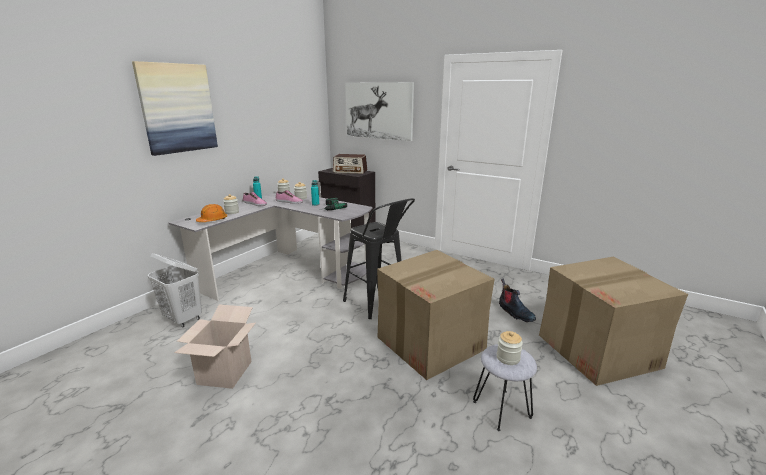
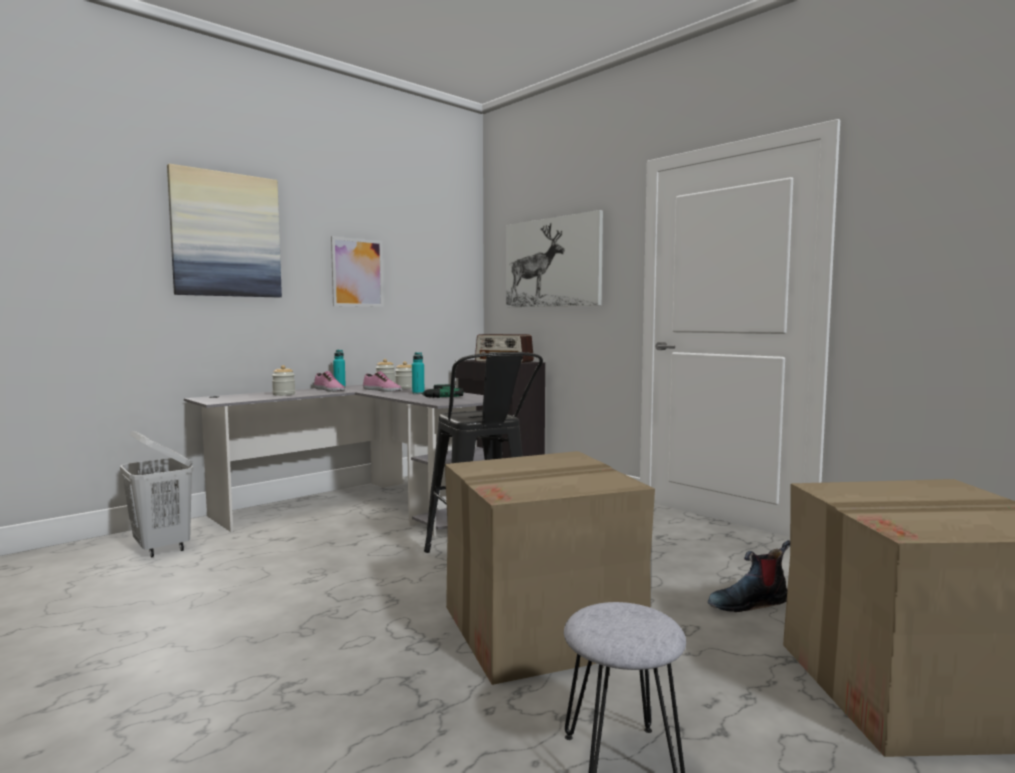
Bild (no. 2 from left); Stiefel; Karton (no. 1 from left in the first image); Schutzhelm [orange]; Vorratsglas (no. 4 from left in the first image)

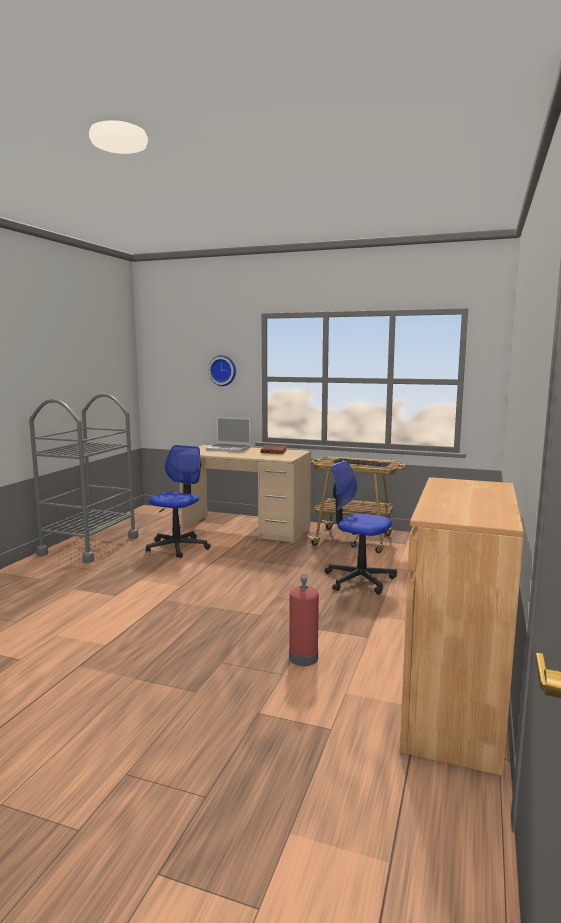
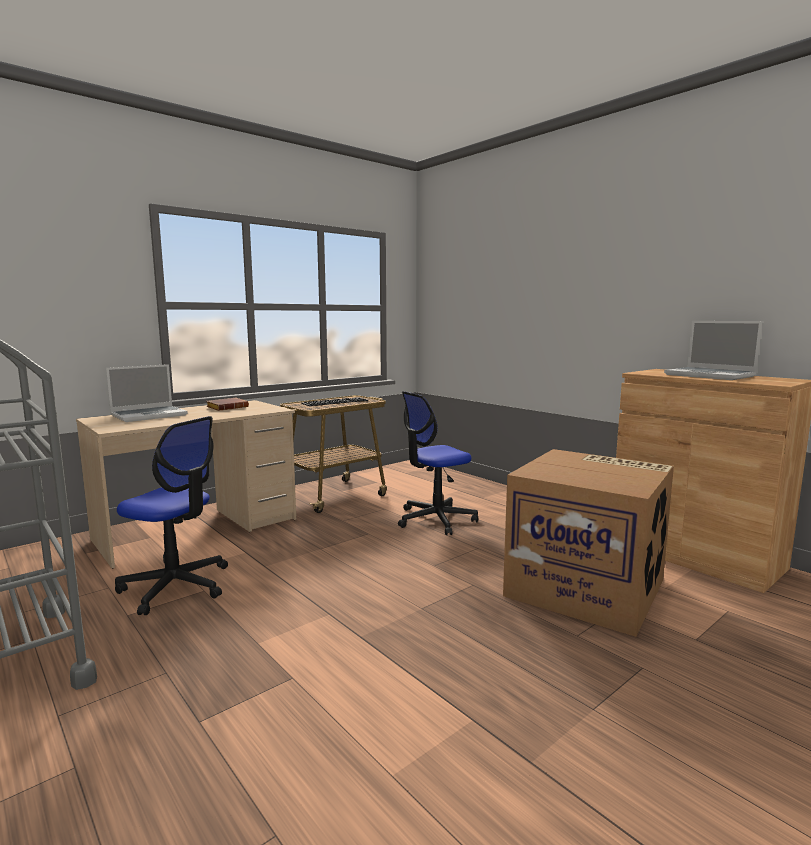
Bürostuhl (no. 1 from left); Karton; Laptop (no. 2 from left); Wanduhr

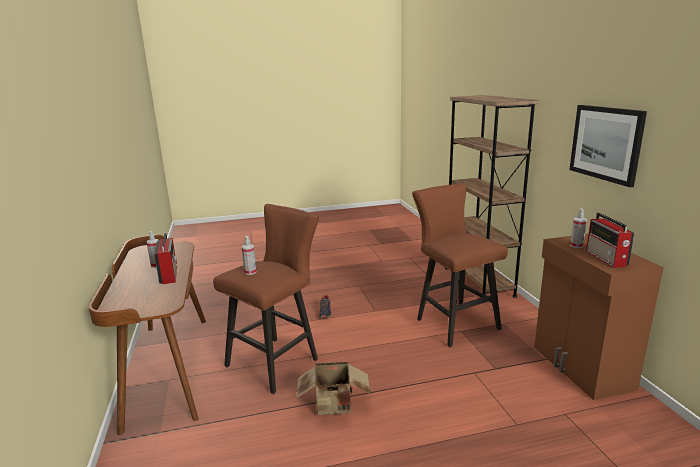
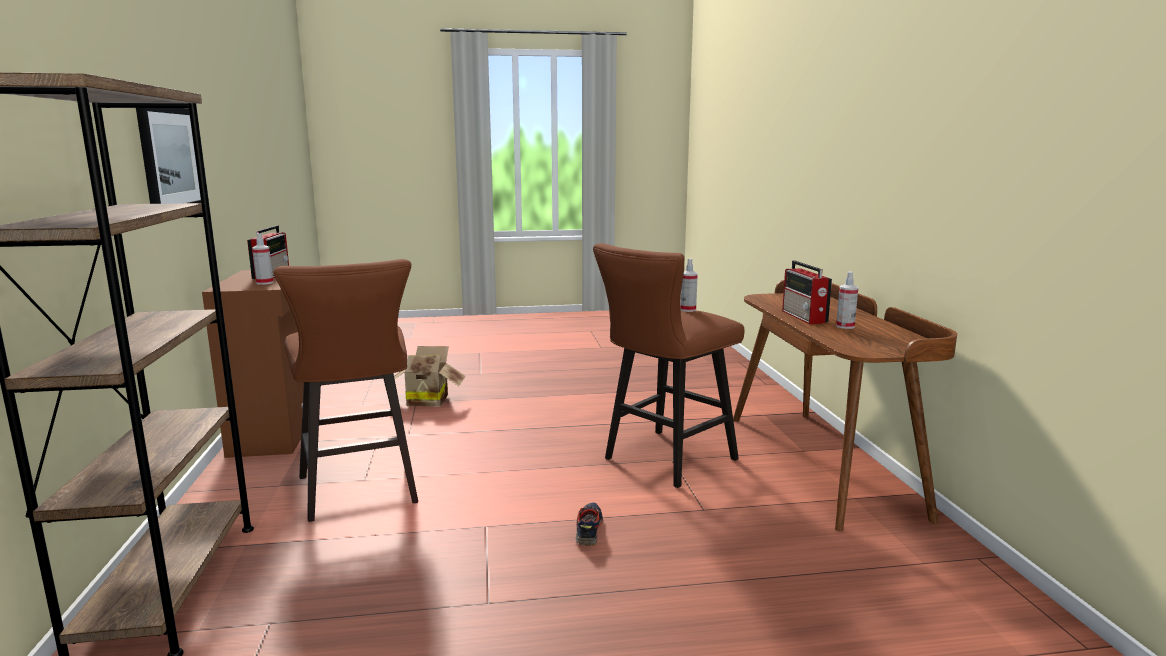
Karton

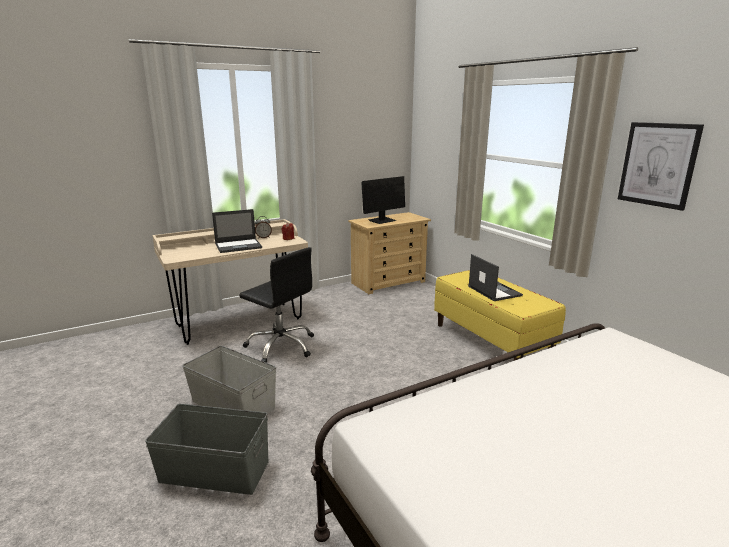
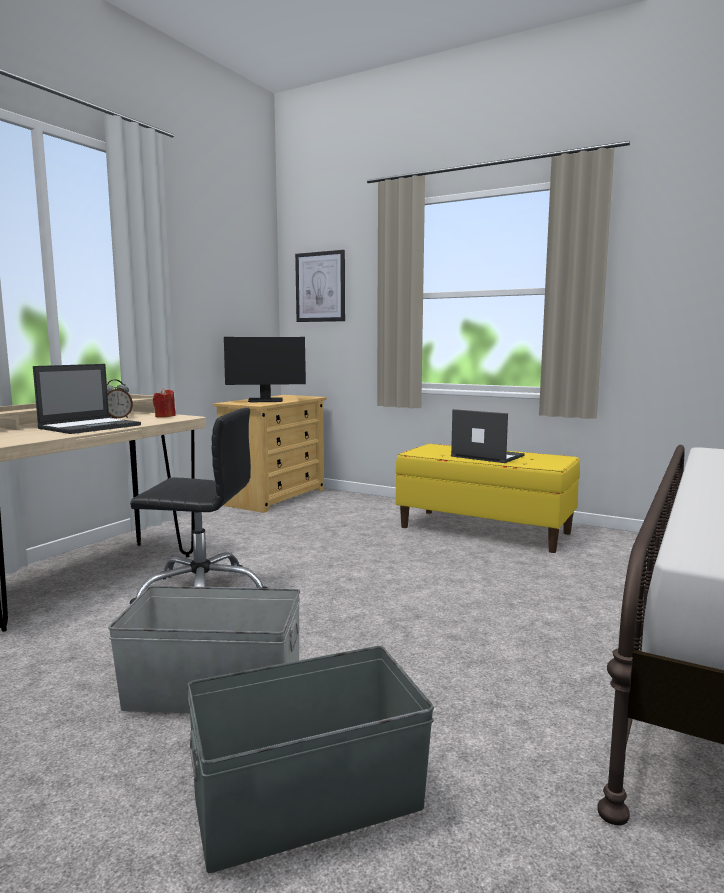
Monitor; Bild

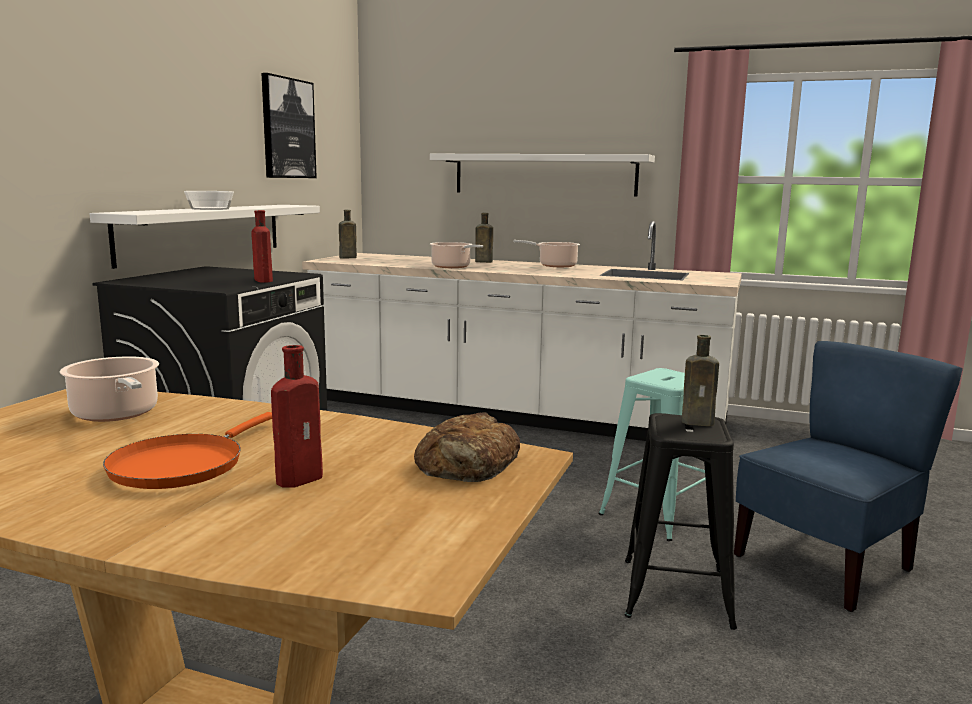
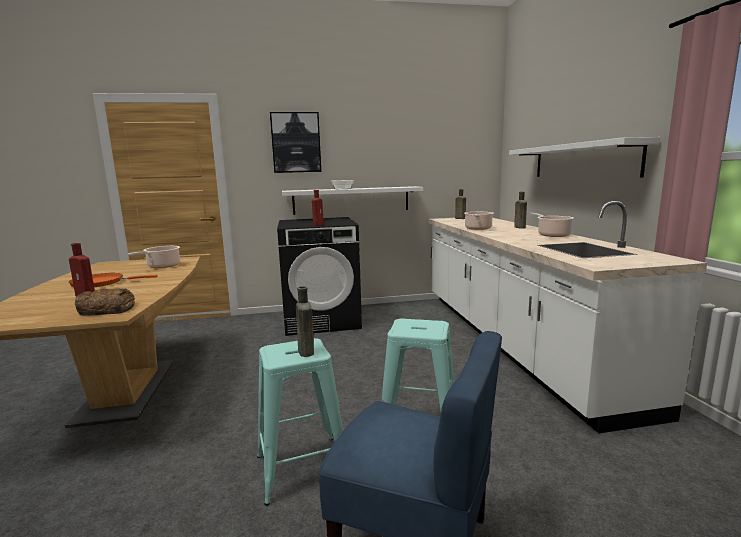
Hocker [türkis] (no. 1 from left); Bild

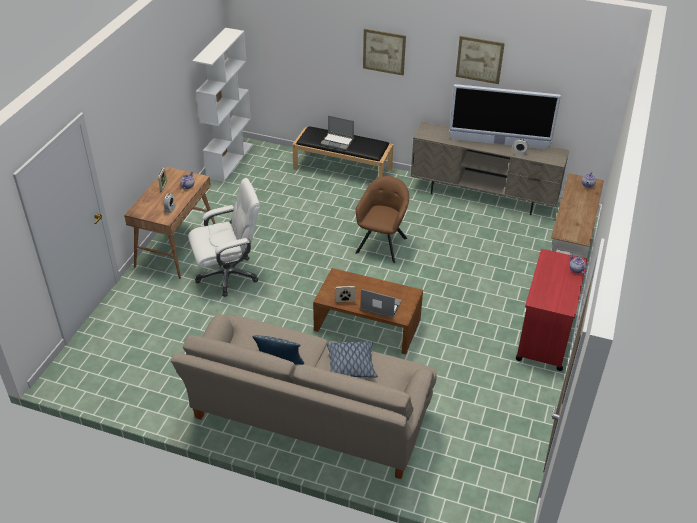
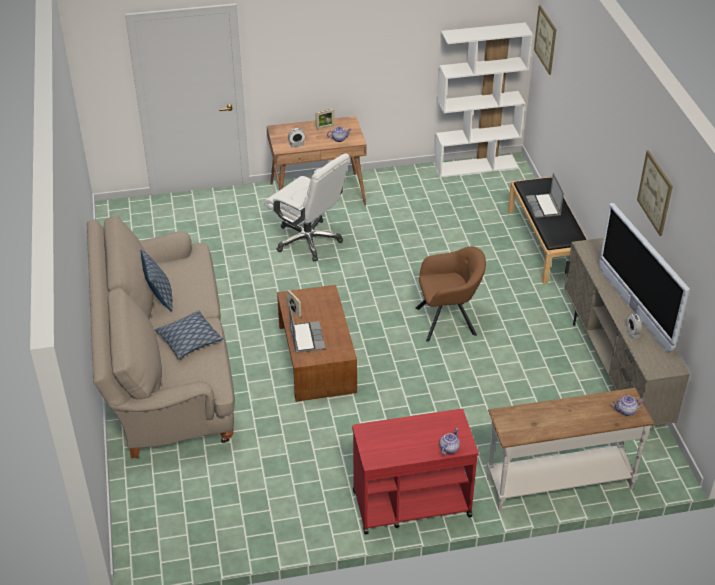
Bild (no. 1 from left)

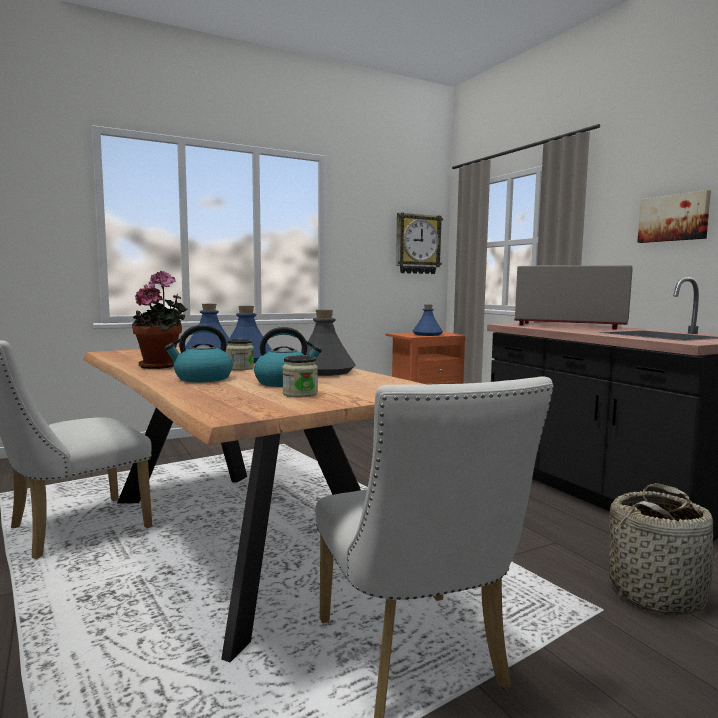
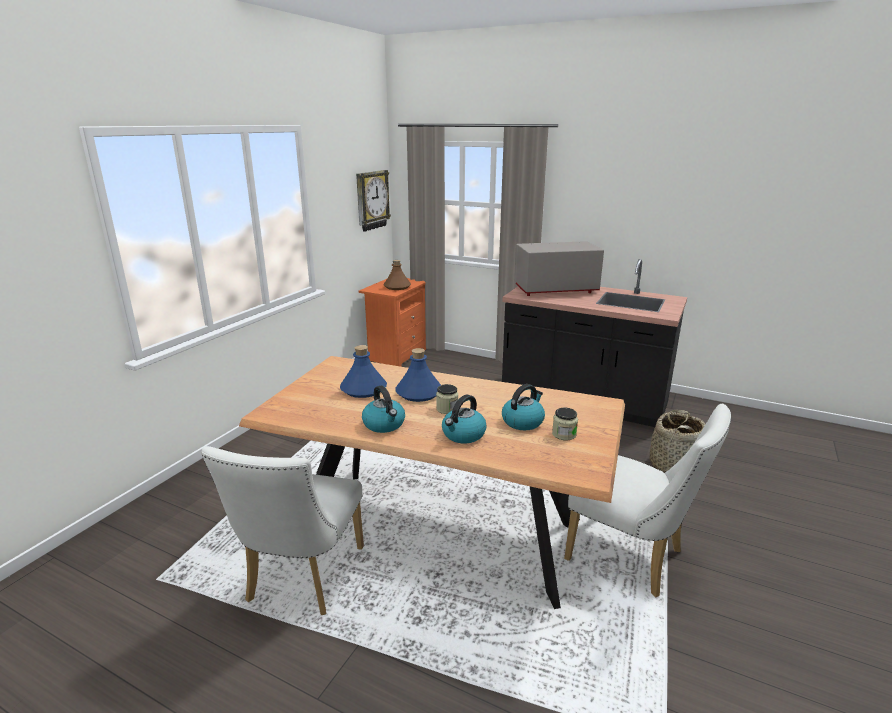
Wasserkessel (no. 1 from left); Flasche [braun]; Flasche [grau]; Bild

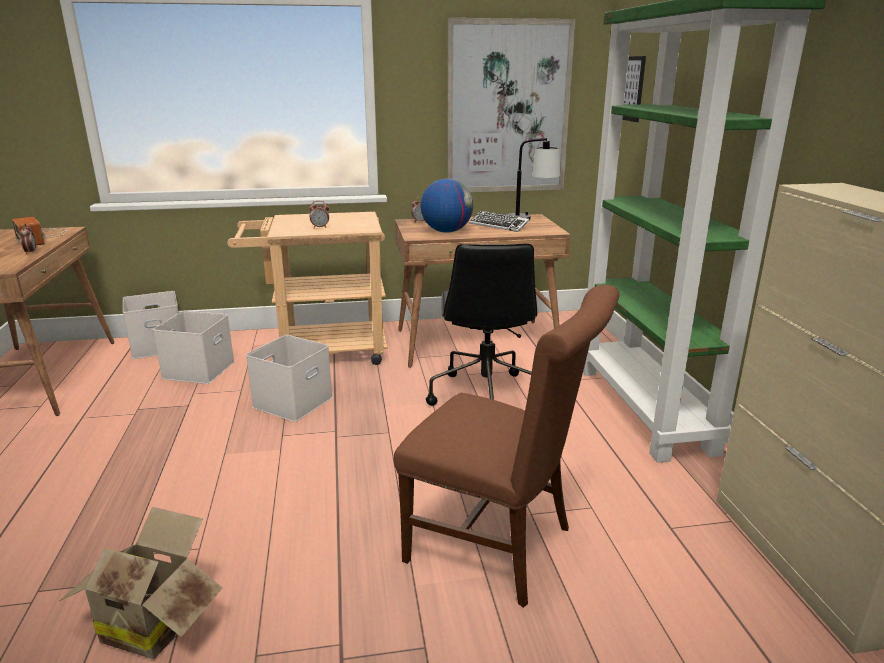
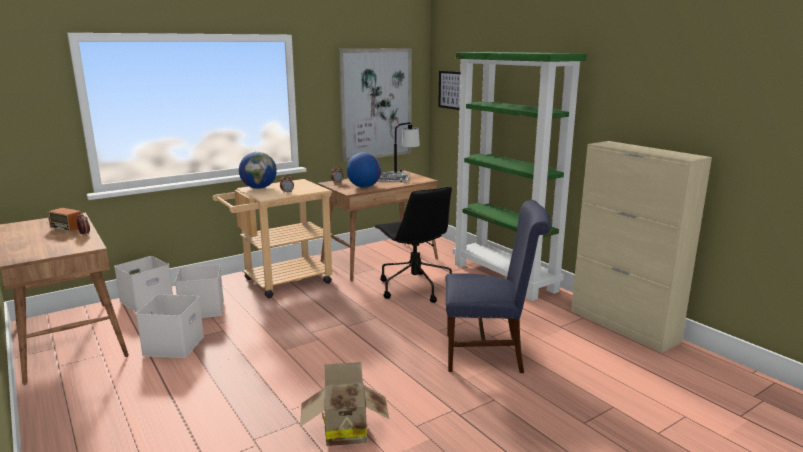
Aufbewahrungsbox [weiß] (no. 2 from left); Globus (no. 1 from left); Stuhl [blau]

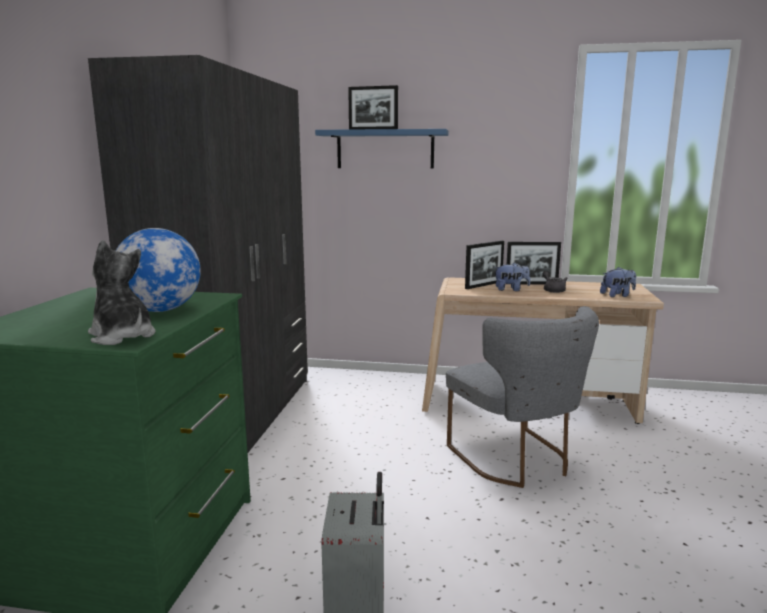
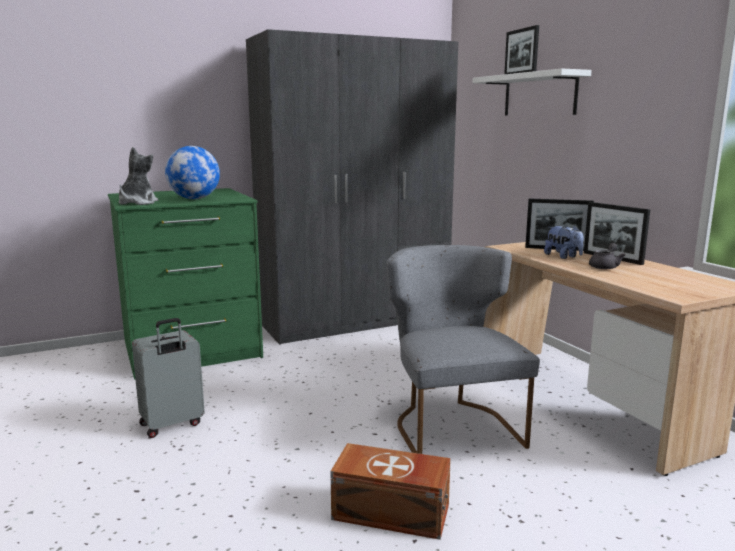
Aufbewahrungsbox [braun]; Stuhl [grau]; Wandregal [weiß]; Plüschtier (no. 3 from left in the first image)

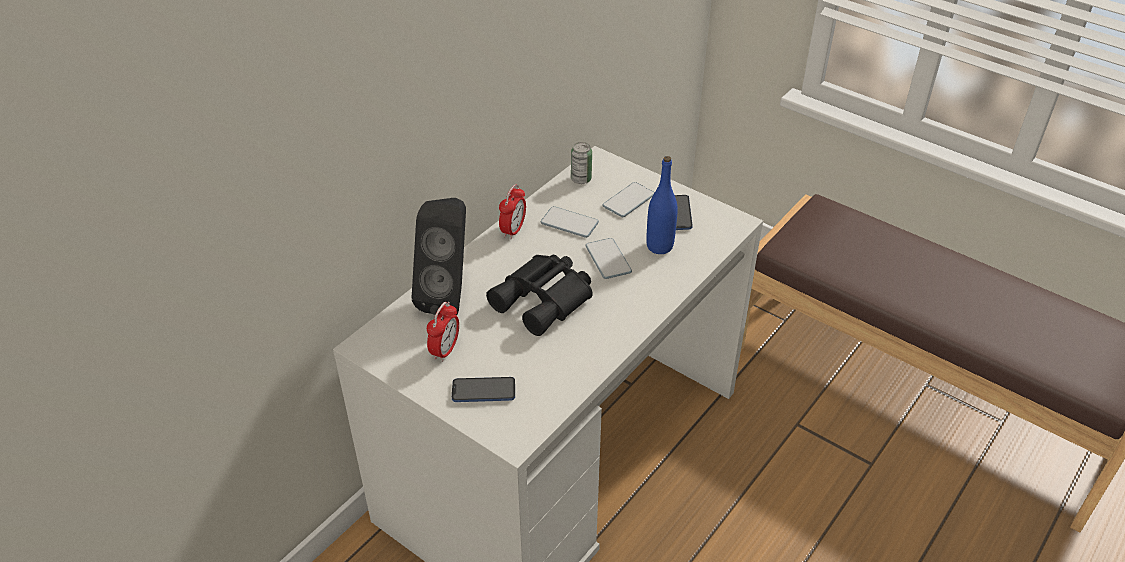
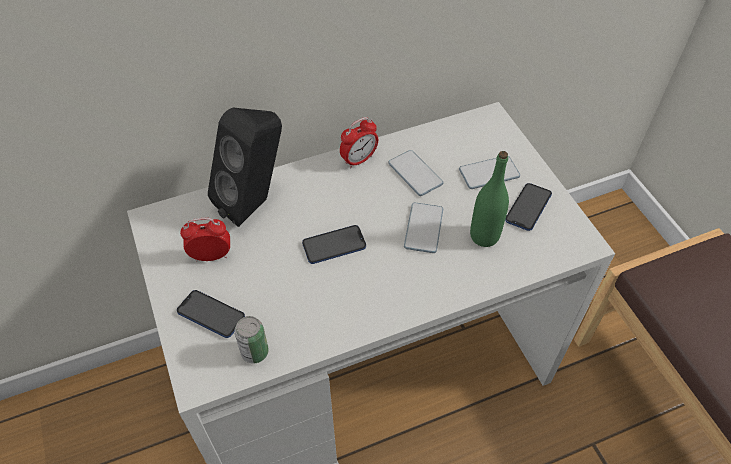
Wecker (no. 1 from left); Dose; Handy (no. 2 from left); Flasche [grün]

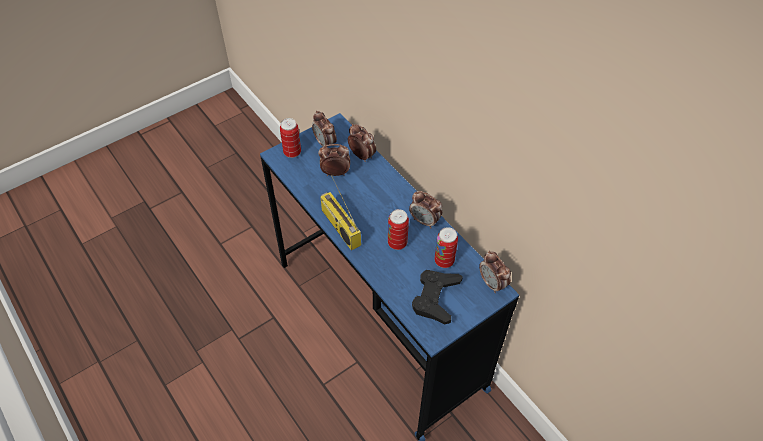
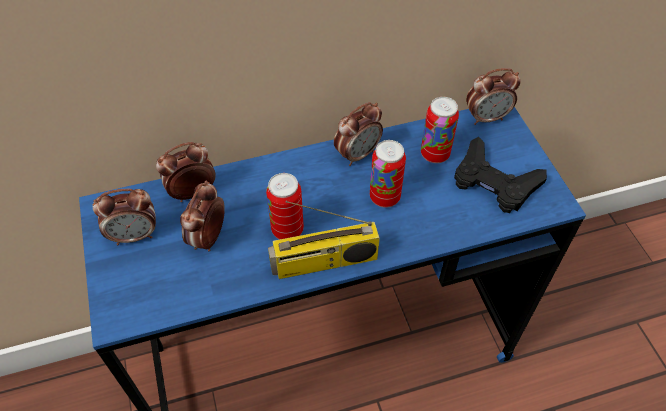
Dose (no. 1 from left)

